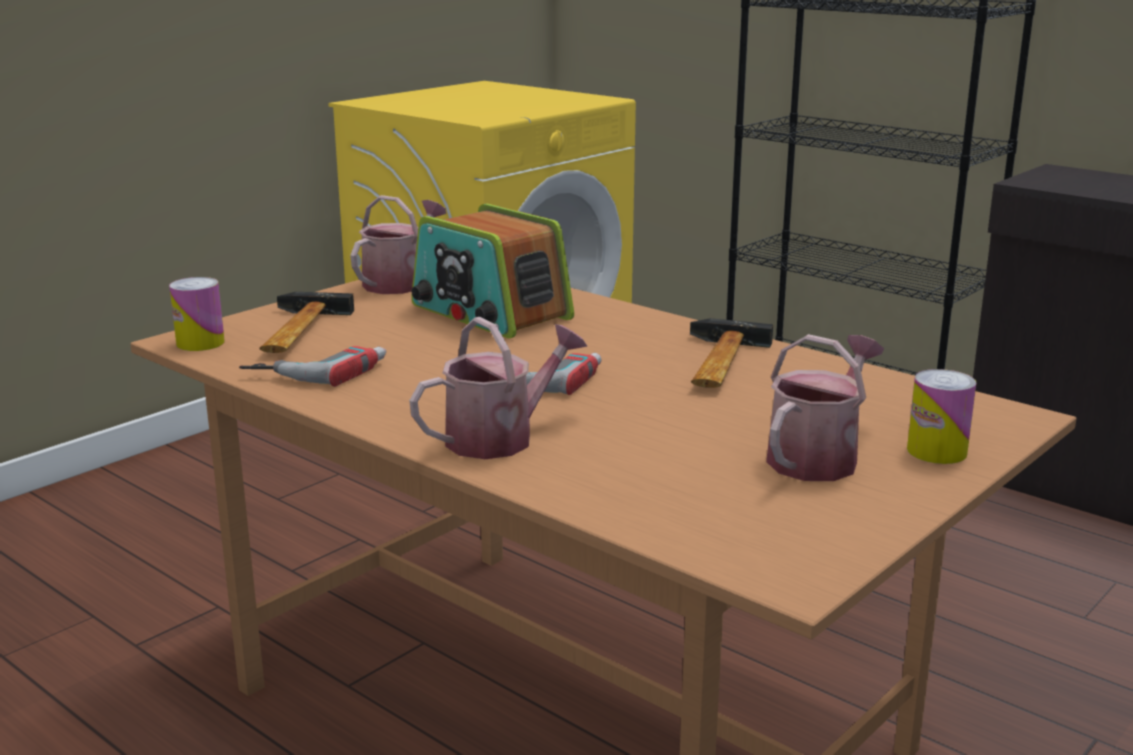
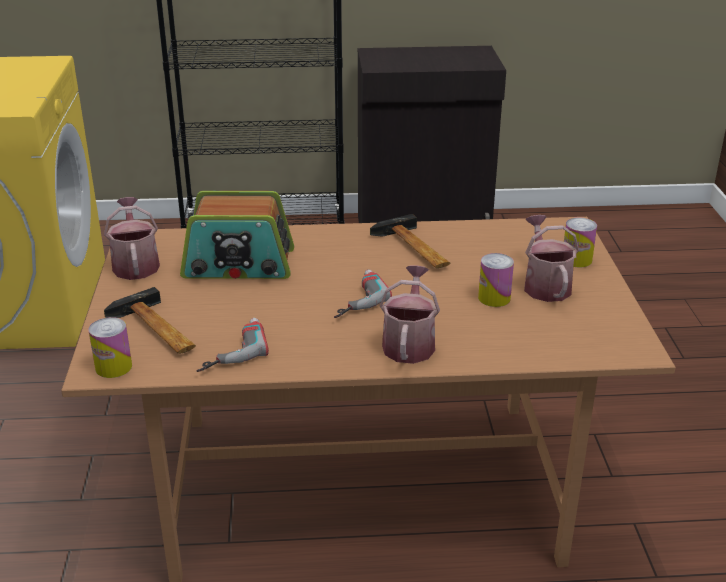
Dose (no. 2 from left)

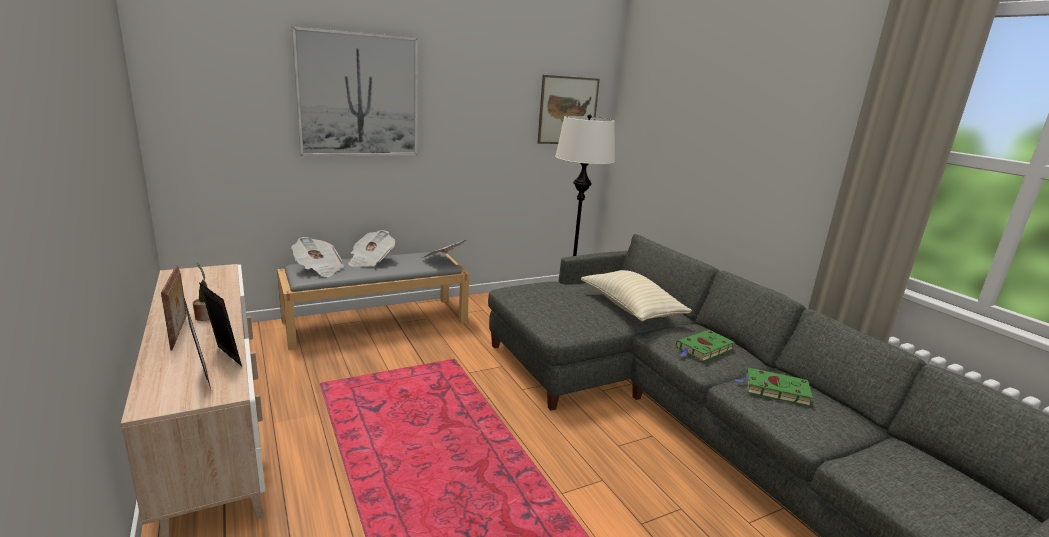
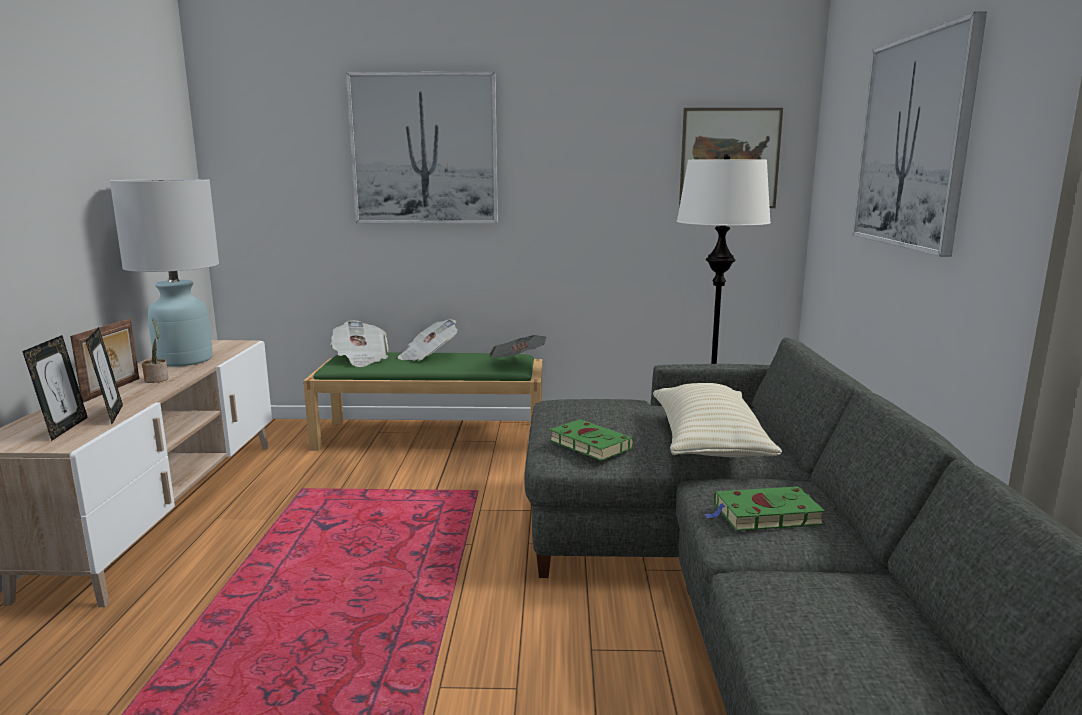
Tischlampe [weiß]; Bank [grün]; Buch [grün] (no. 1 from left); Bild (no. 3 from left)

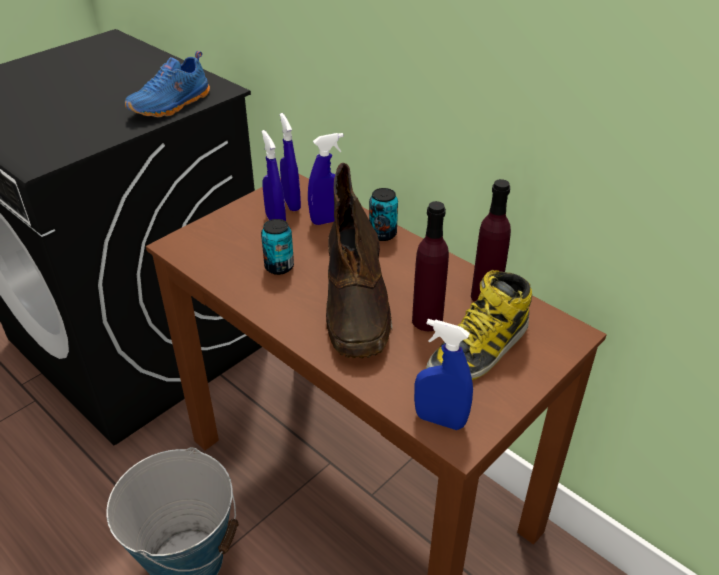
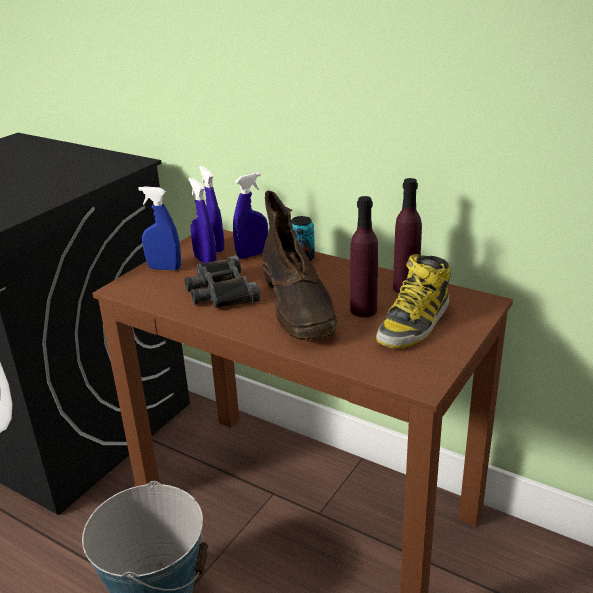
Sprühflasche [blau] (no. 1 from left); Fernglas [schwarz]; Schuh [blau]

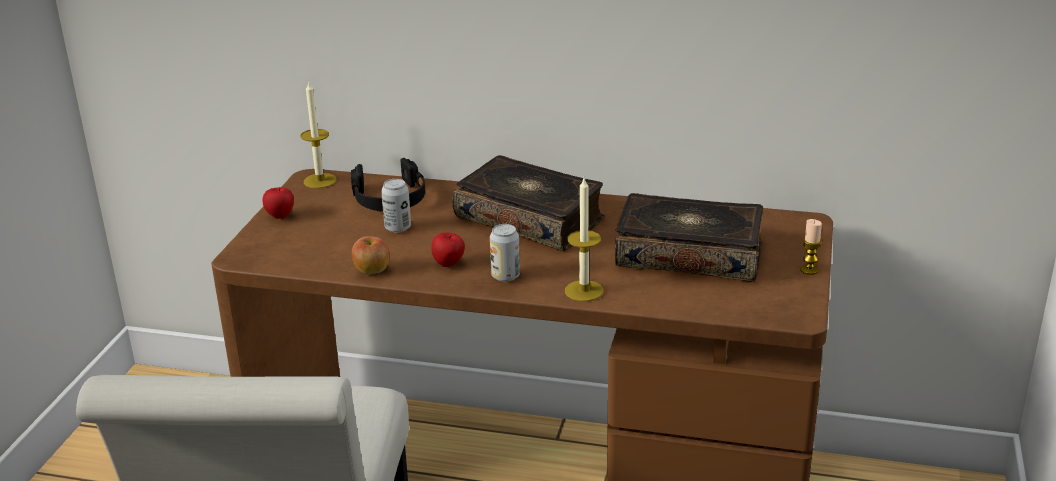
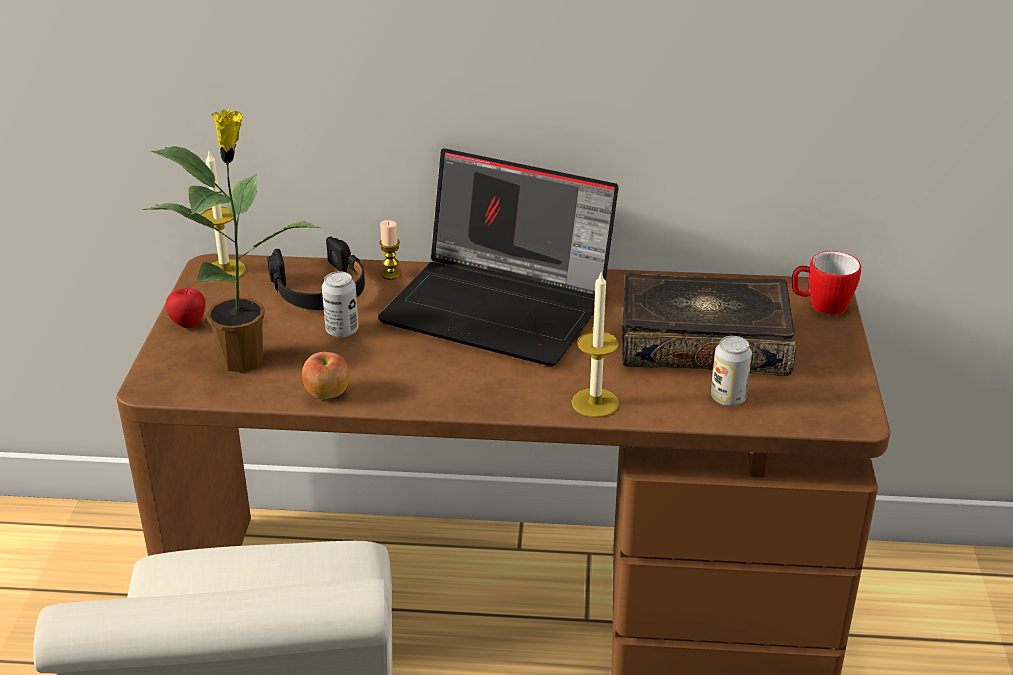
Topfpflanze; Laptop; Kerze (no. 2 from left); Dose (no. 2 from left); Henkelbecher; Apfel (no. 3 from left in the first image)

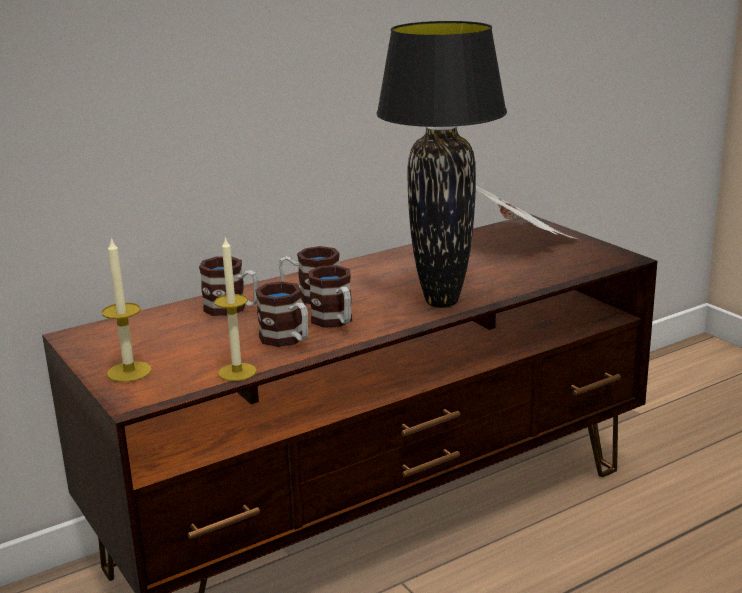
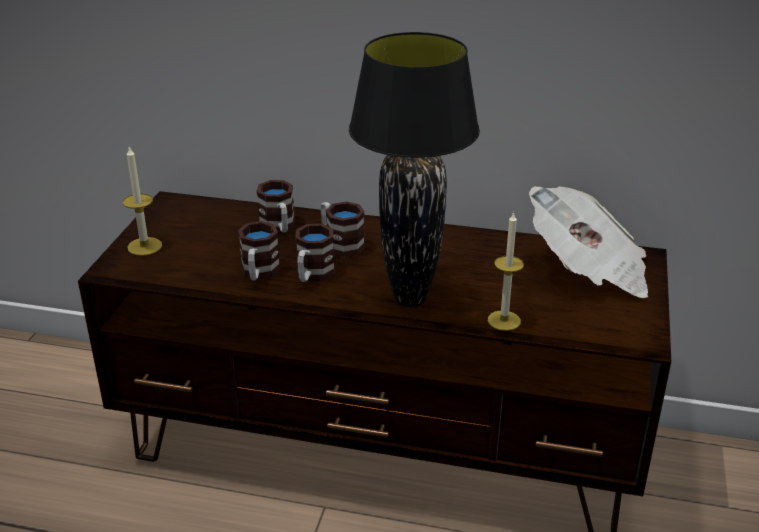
Kerze (no. 2 from left)

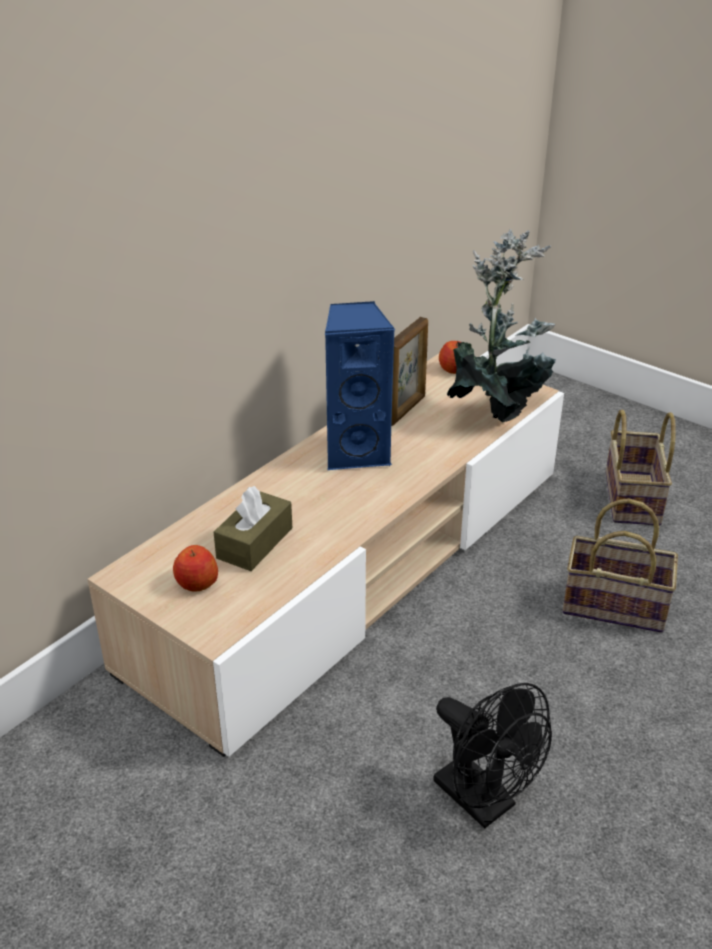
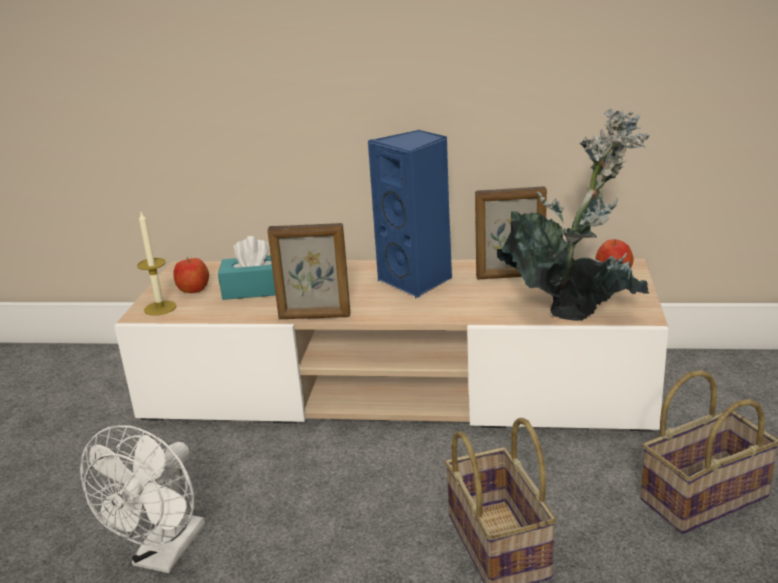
Ventilator [weiß]; Kerze; Taschentuchbox [türkis]; Bilderrahmen (no. 1 from left)

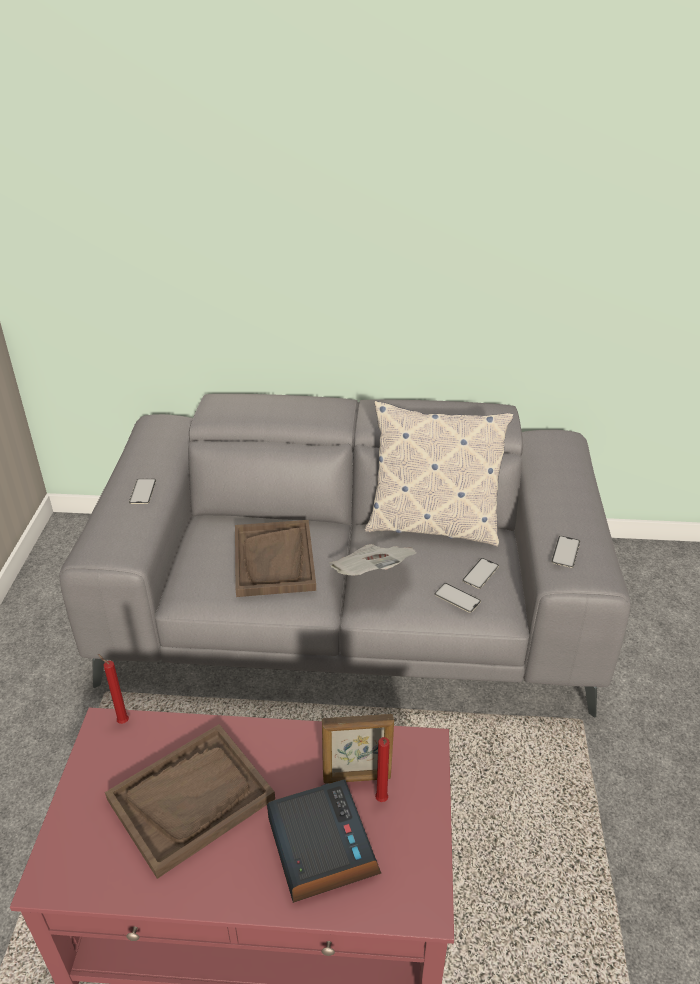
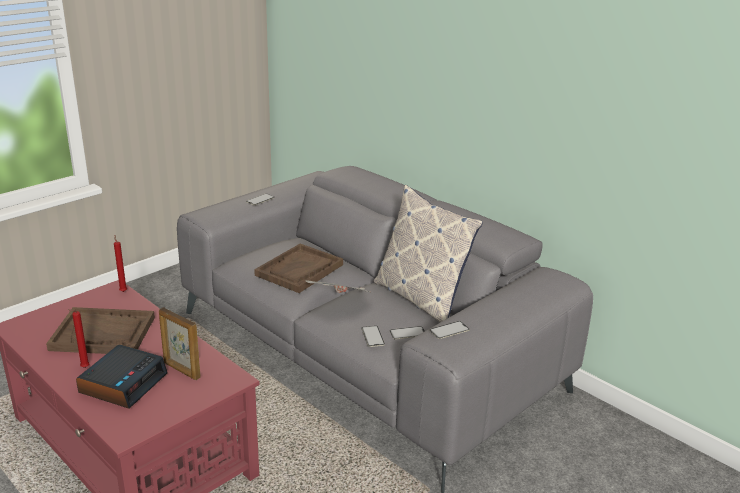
Kerze [rot] (no. 1 from left)

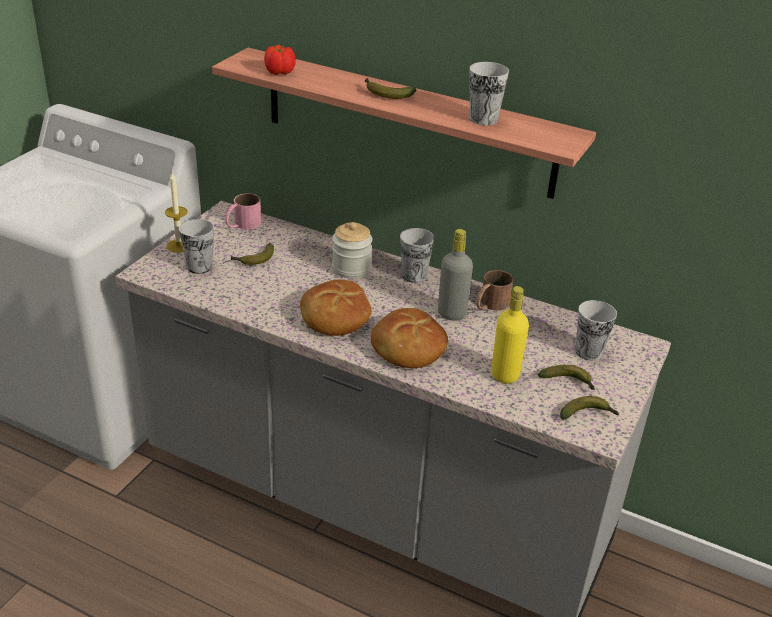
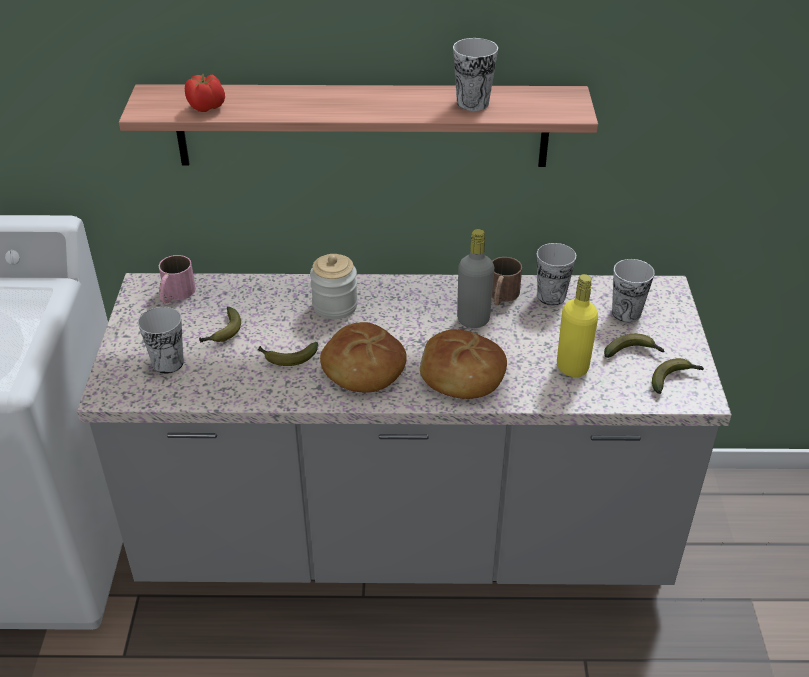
Banane (no. 2 from left); Tasse (no. 3 from left); Kerze

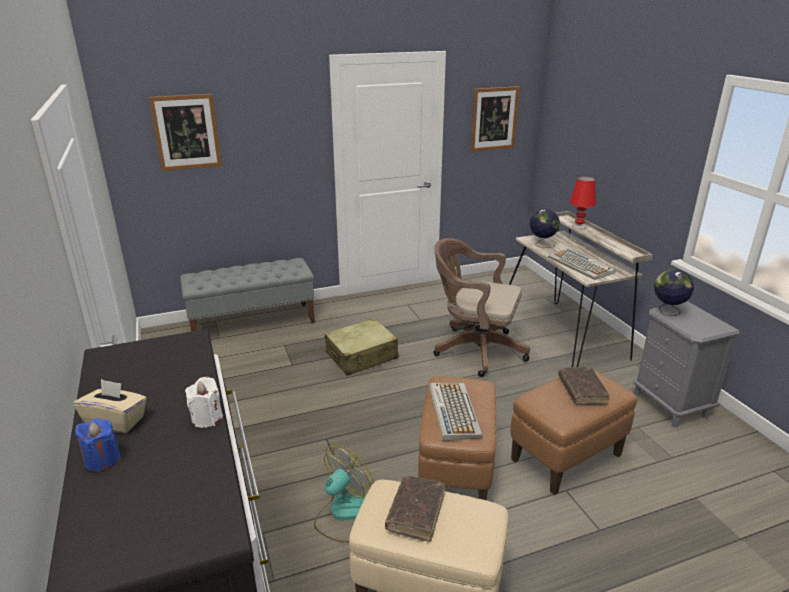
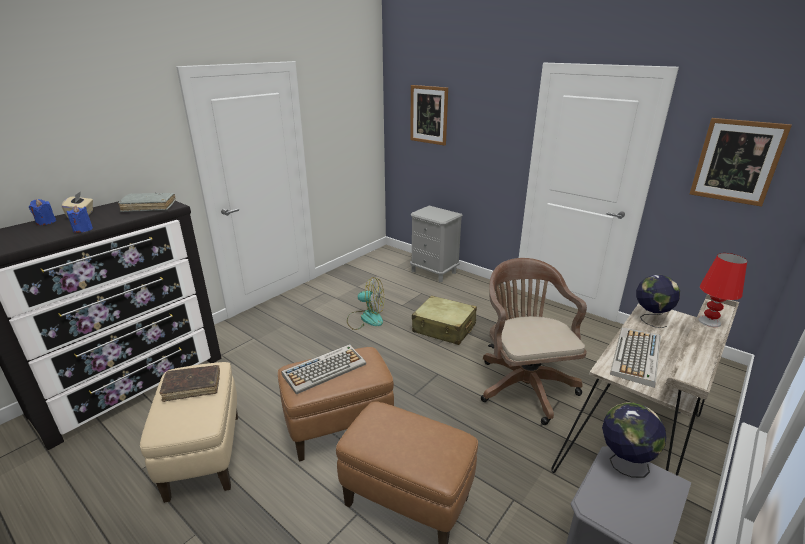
Kerze [blau] (no. 2 from left); Buch [grau]; Ventilator; Nachttisch [grau] (no. 1 from left); Buch [braun] (no. 2 from left in the first image)

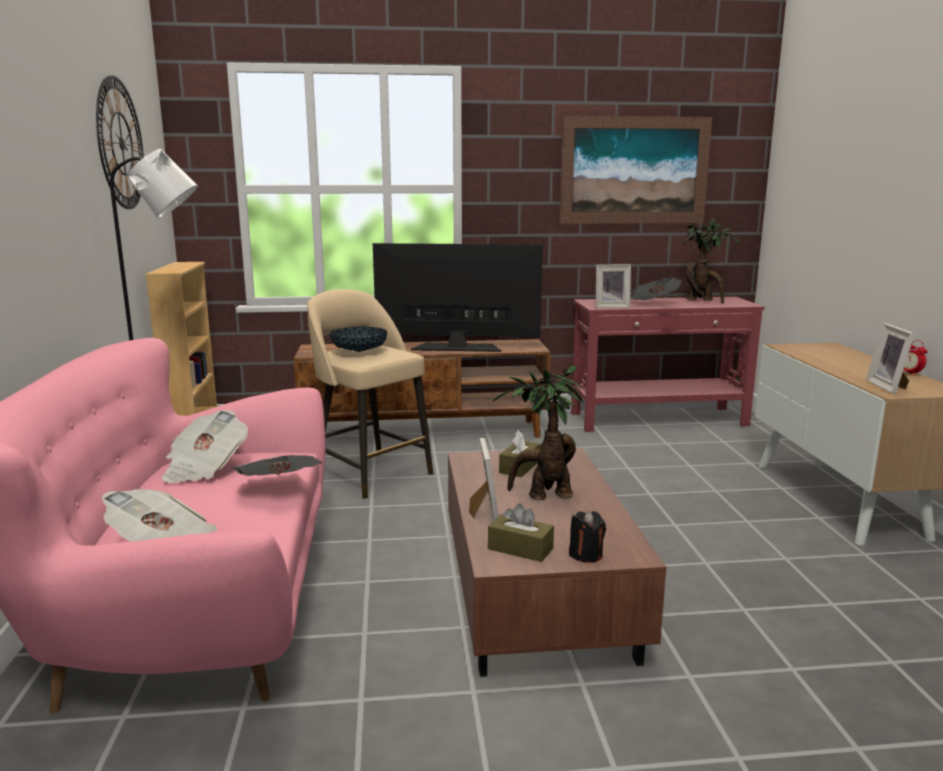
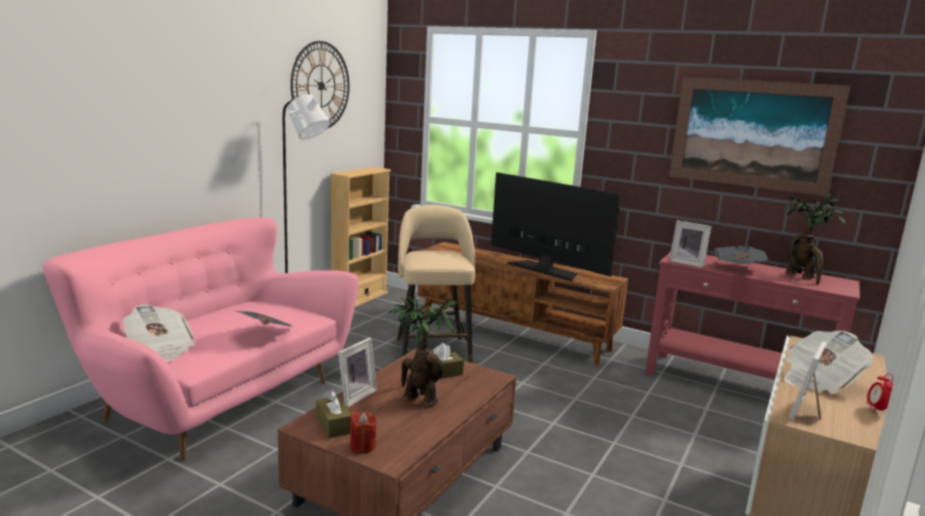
Kerze [rot]; Zeitung (no. 4 from left); Schüssel

